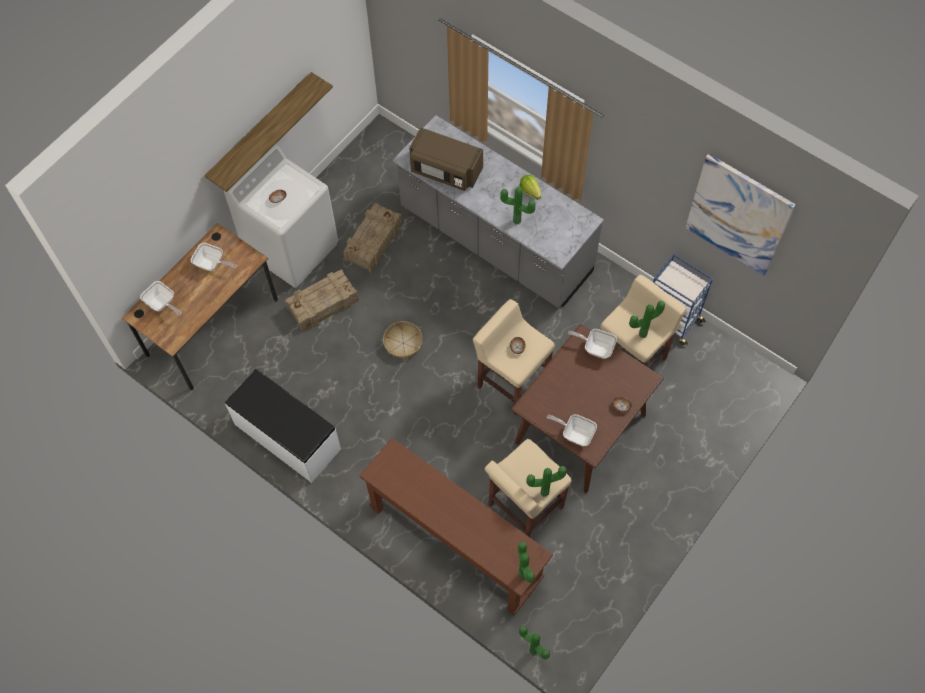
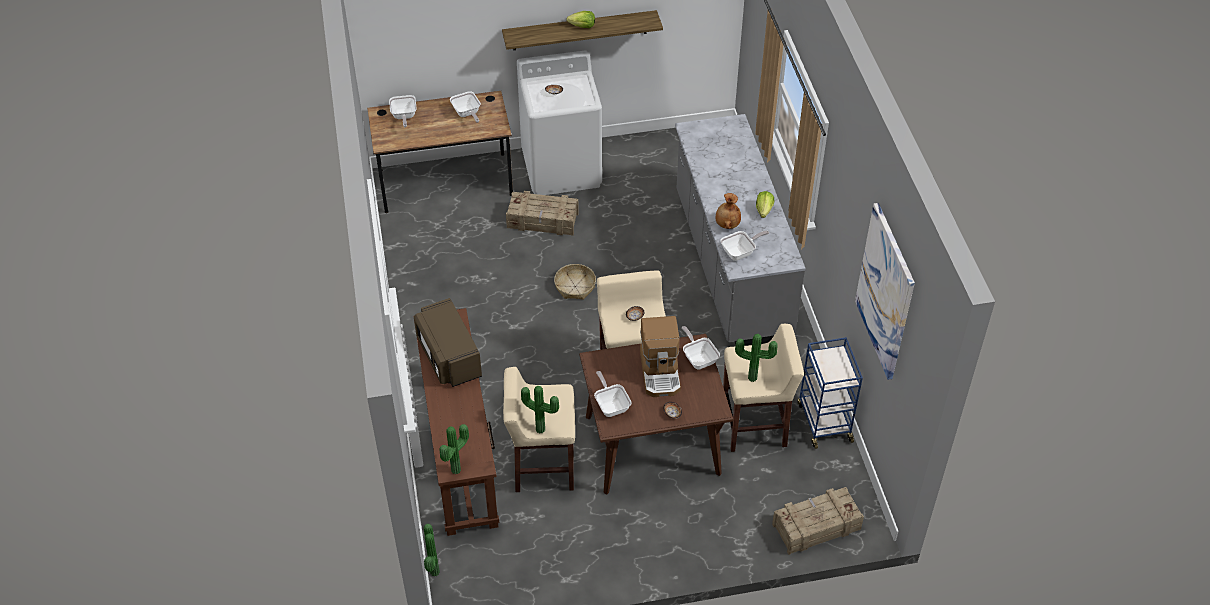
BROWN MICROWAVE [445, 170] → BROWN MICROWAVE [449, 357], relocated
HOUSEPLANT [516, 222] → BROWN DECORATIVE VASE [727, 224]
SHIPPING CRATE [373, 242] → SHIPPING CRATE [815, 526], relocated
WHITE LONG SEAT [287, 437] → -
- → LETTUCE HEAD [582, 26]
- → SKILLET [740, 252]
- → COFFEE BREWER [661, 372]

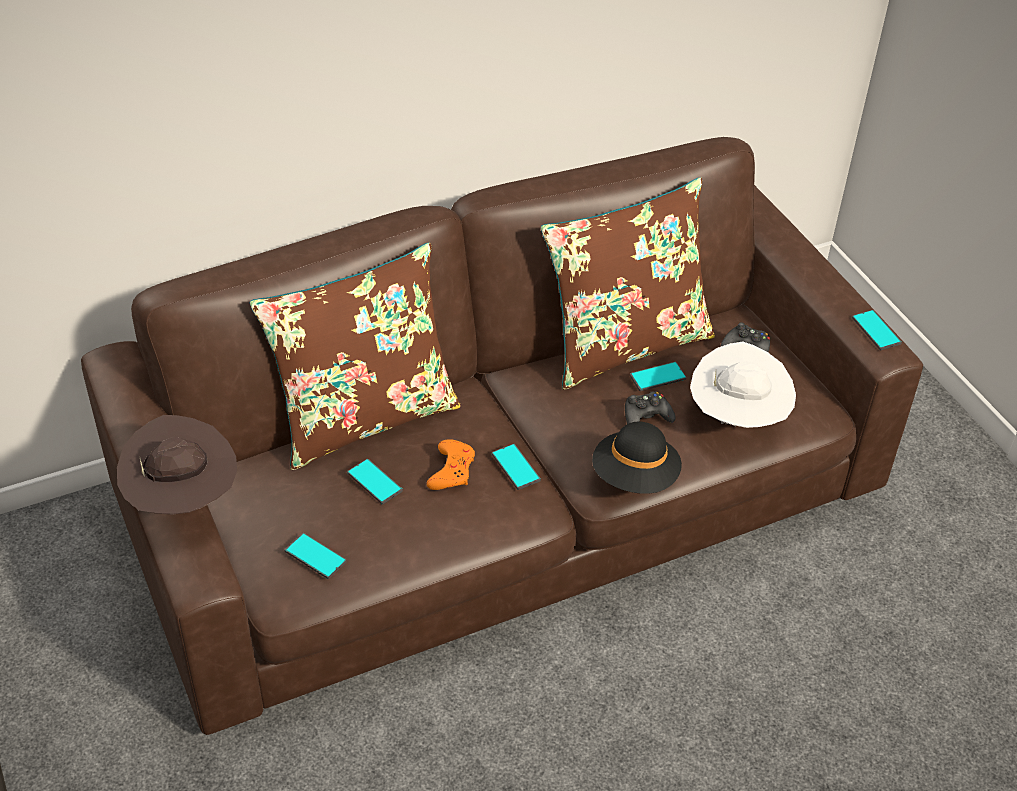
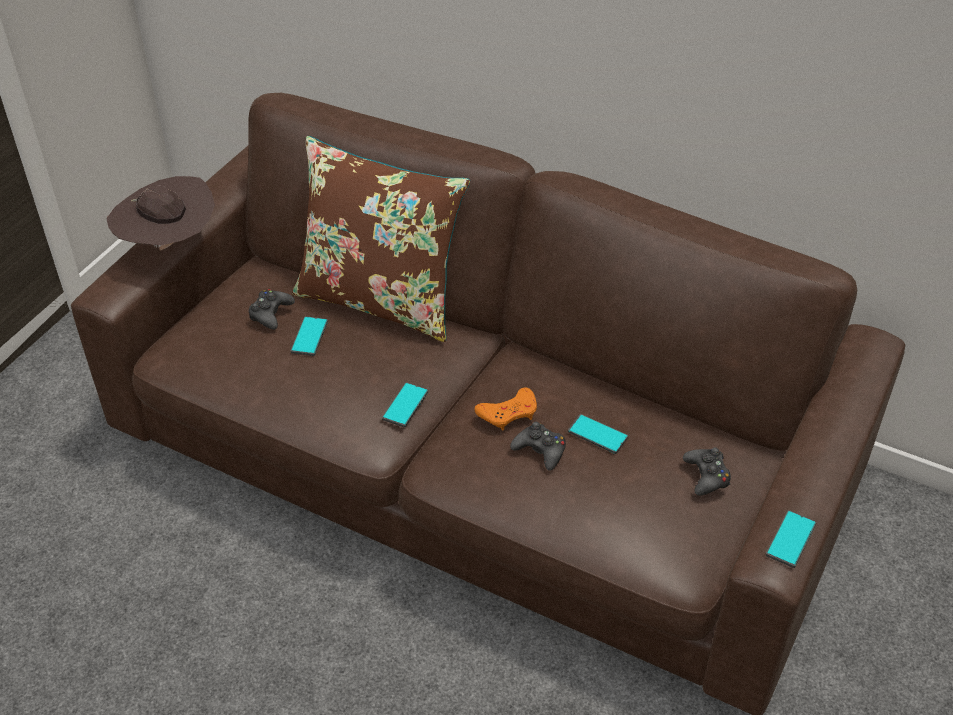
BROWN CUSHION [624, 344] → -
WHITE WEARABLE HAT [737, 419] → -
BLACK WEARABLE HAT [635, 477] → -
ORANGE-COLOURED GAME CONTROLLER [452, 470] → ORANGE-COLOURED GAME CONTROLLER [508, 413], relocated
TELEPHONE [315, 556] → -
- → BLACK GAME CONTROLLER [270, 313]

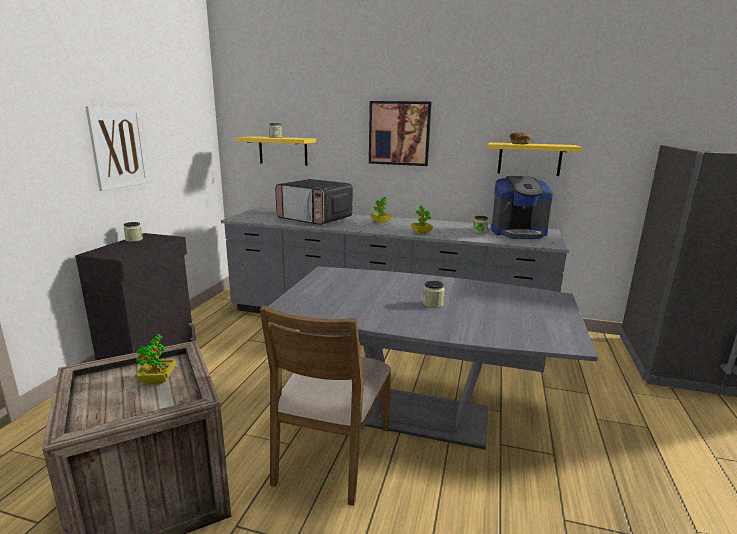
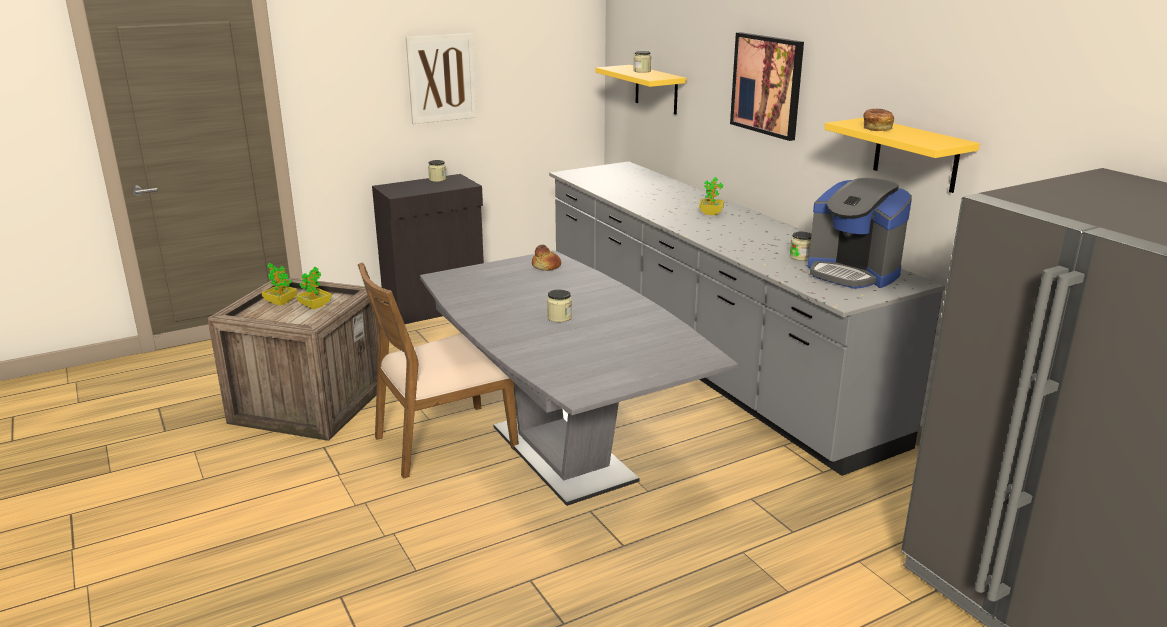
MICROWAVE [315, 219] → -
HOUSEPLANT [421, 233] → HOUSEPLANT [281, 302], relocated
- → BREAD [546, 266]

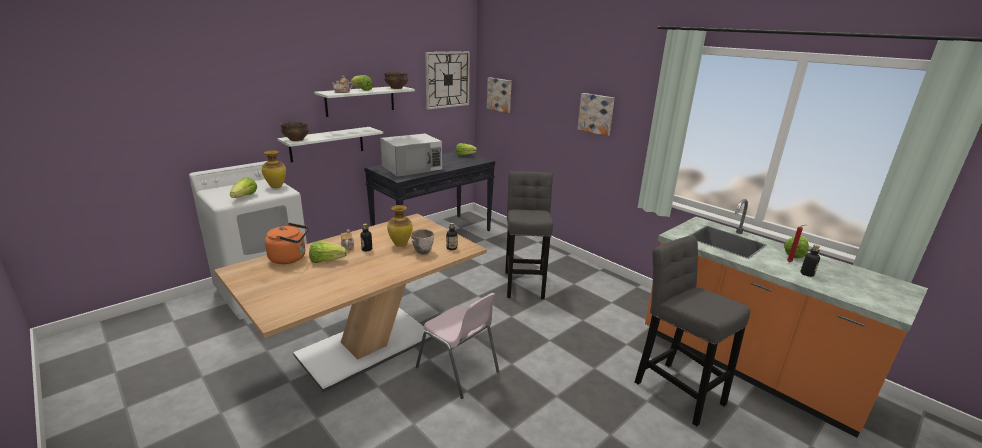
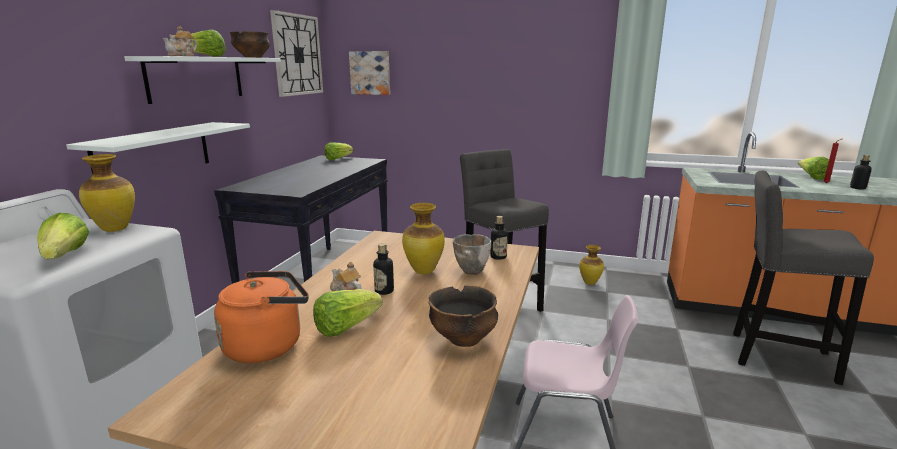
WALL ART [596, 113] → -
BOWL [296, 140] → BOWL [463, 338], relocated
WHITE MICROWAVE [412, 167] → -
- → DECORATIVE VASE [590, 283]

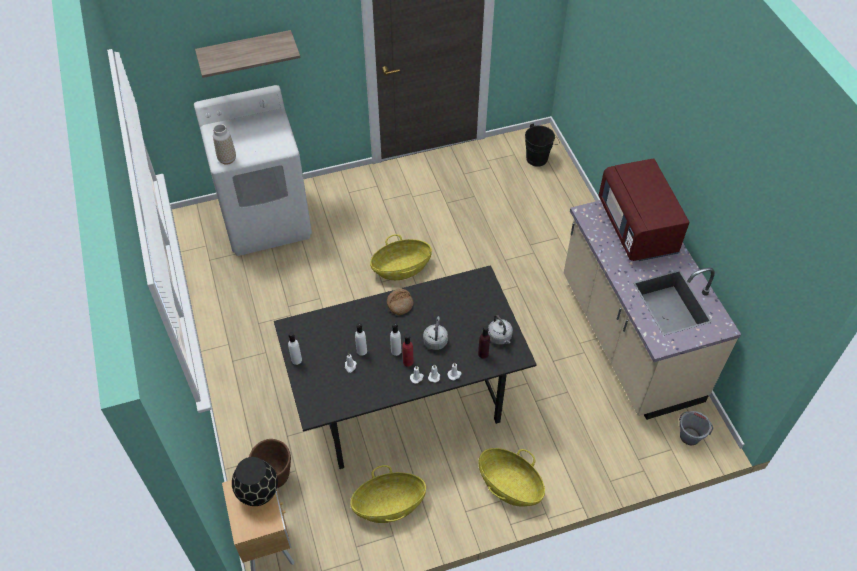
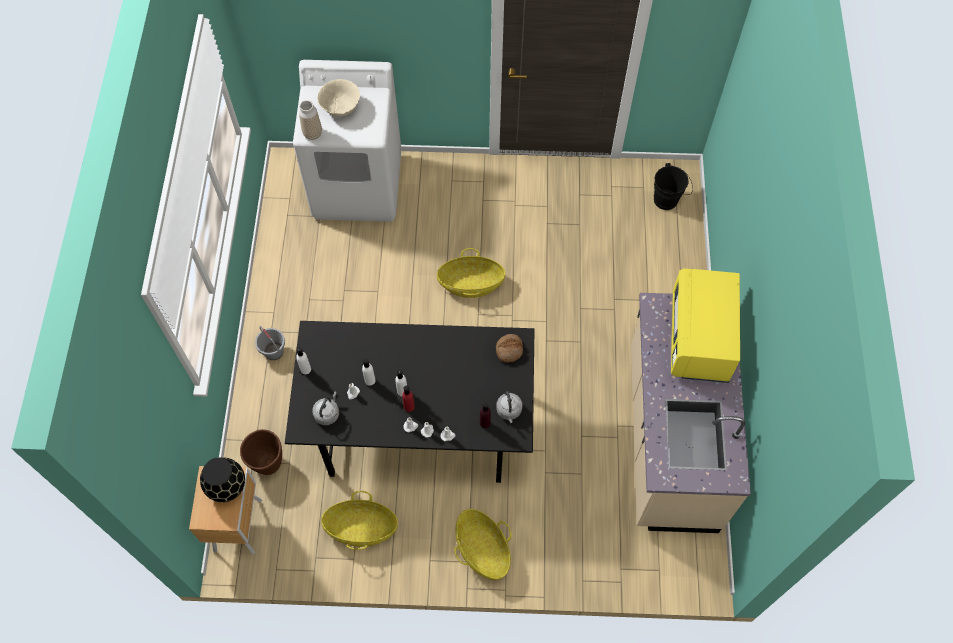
WALL SHELF [246, 52] → -
RED-COLOURED MICROWAVE [637, 227] → YELLOW-COLOURED MICROWAVE [700, 338]
BREAD [400, 304] → BREAD [509, 349], relocated
GREY WATER KETTLE [435, 340] → GREY WATER KETTLE [327, 413], relocated
GREY PAIL [689, 436] → GREY PAIL [273, 351], relocated
- → SAND-COLOURED BOWL [341, 109]

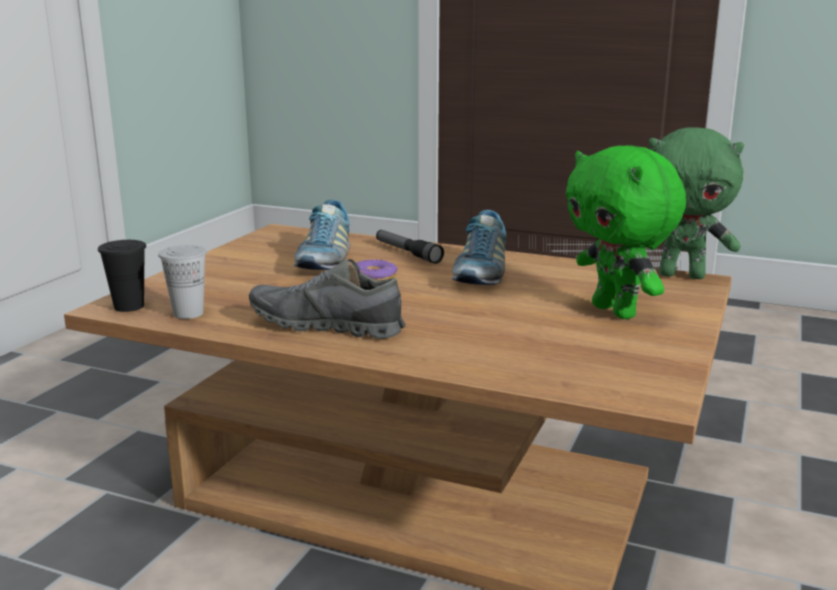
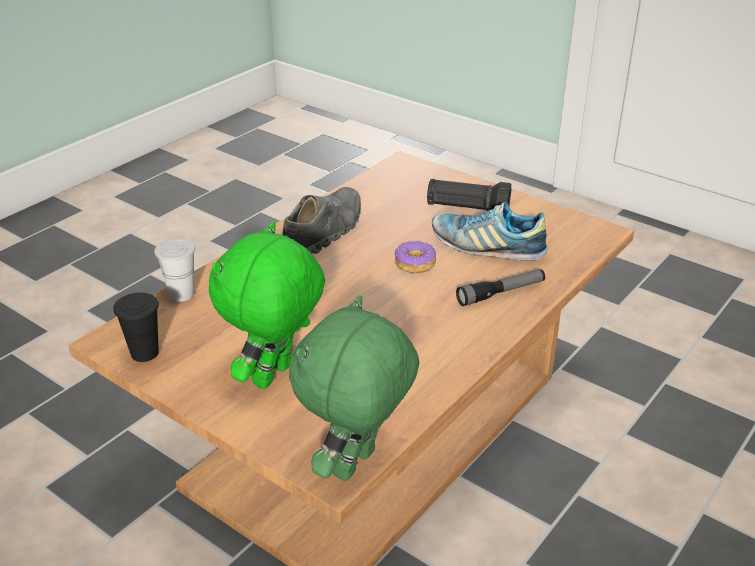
GREEN PLUSH TOY [616, 311] → GREEN PLUSH TOY [275, 377], 45 degrees counterclockwise
ITEM OF FOOTWEAR [480, 274] → -
BLACK CUP [129, 306] → BLACK CUP [144, 353], relocated
WHITE CUP [188, 313] → WHITE CUP [181, 294], relocated
- → BLACK HAND TORCH [467, 210]

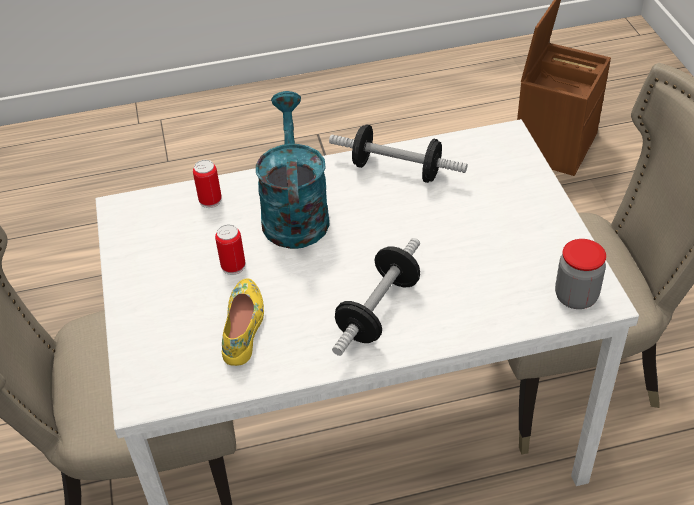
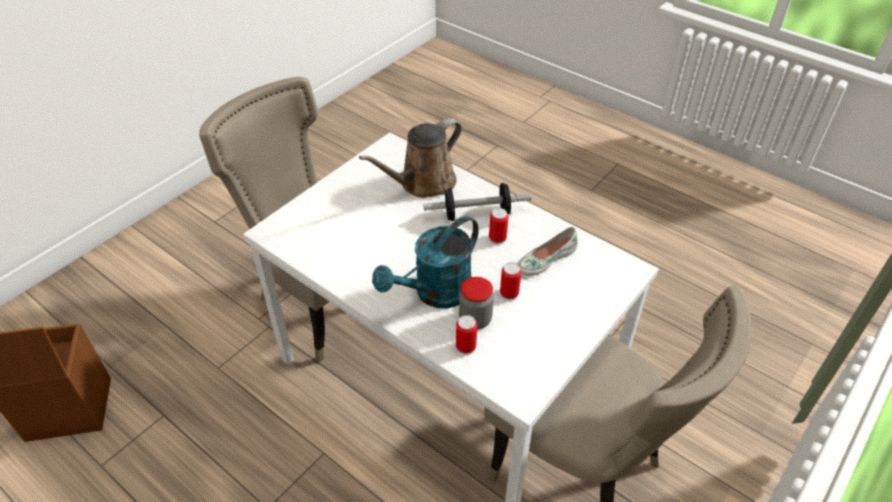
FREE WEIGHT [397, 170] → -
STORAGE JAR [576, 297] → STORAGE JAR [475, 319], relocated
YELLOW-COLOURED ITEM OF FOOTWEAR [244, 327] → WHITE ITEM OF FOOTWEAR [545, 259]
- → BROWN WATERING POT [423, 183]
- → SEALED CAN [497, 238]

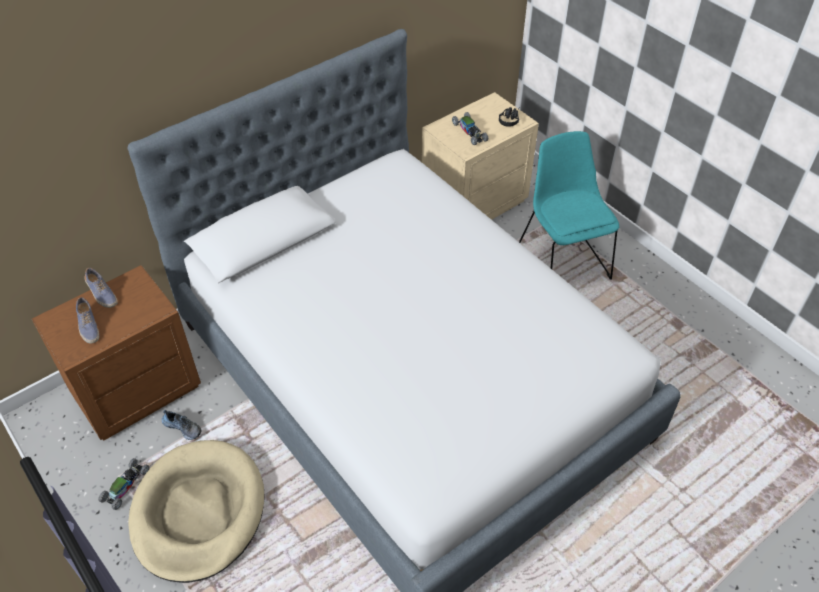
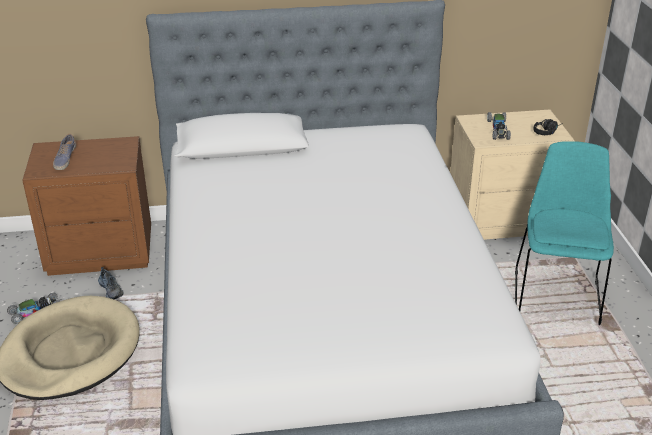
ITEM OF FOOTWEAR [101, 294] → -

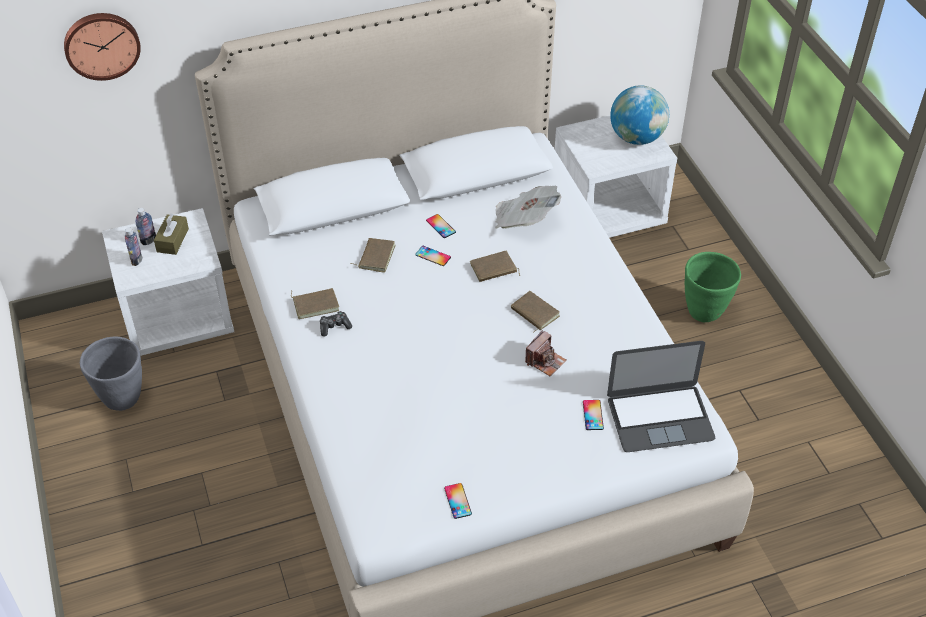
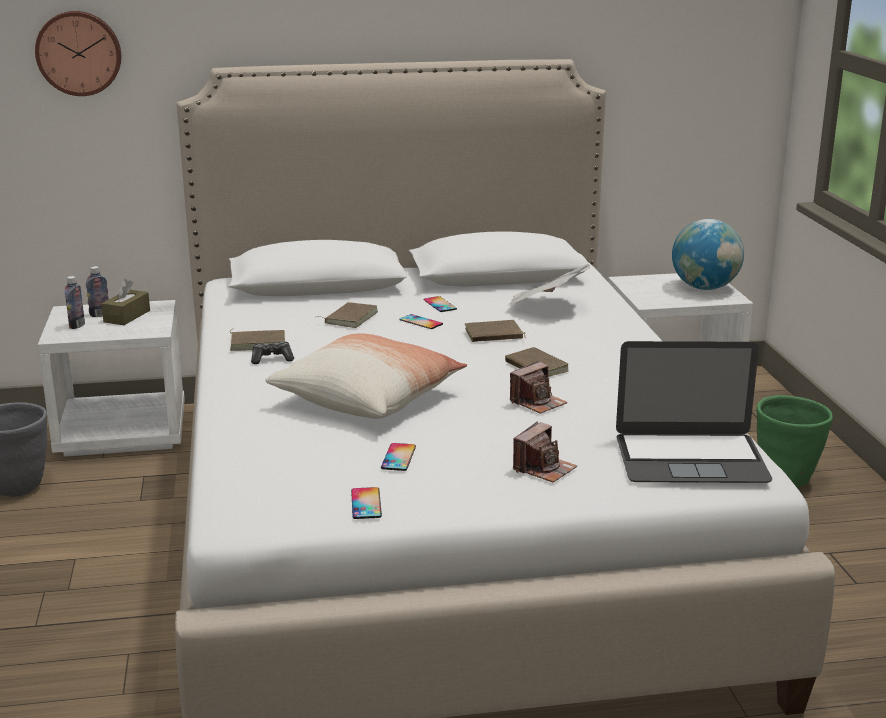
TELEPHONE [593, 415] → TELEPHONE [398, 457], relocated
- → CUSHION [368, 398]
- → PHOTO CAMERA [544, 469]

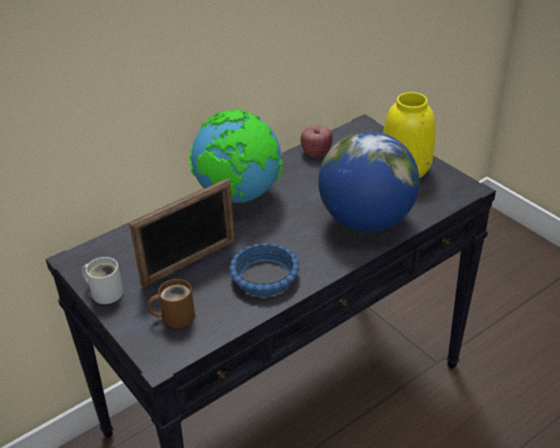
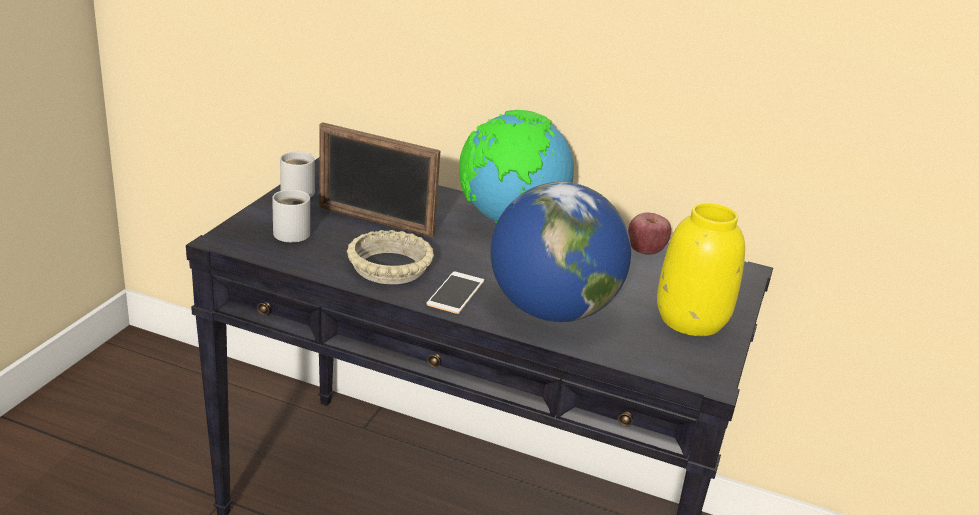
BLUE-COLOURED BOWL [264, 277] → SAND-COLOURED BOWL [389, 266]
BROWN TEA MUG [175, 316] → WHITE TEA MUG [290, 232]
- → TELEPHONE [455, 293]

